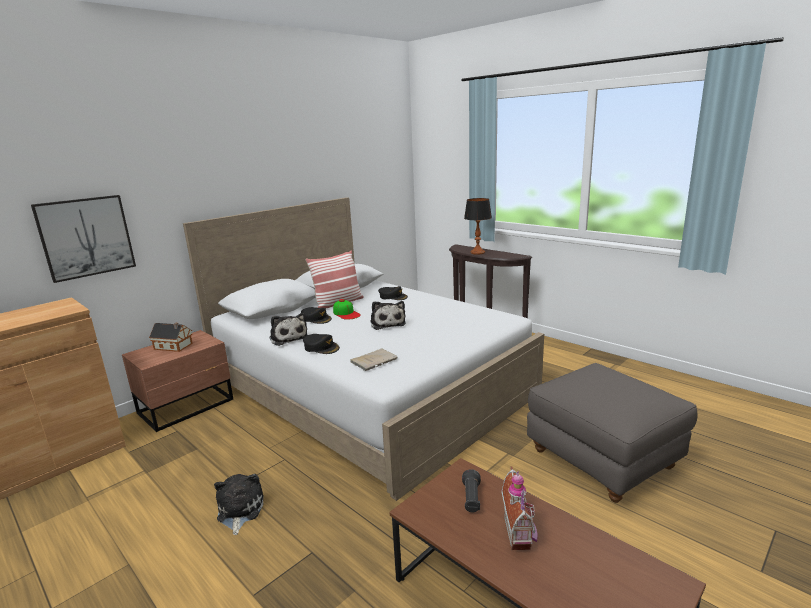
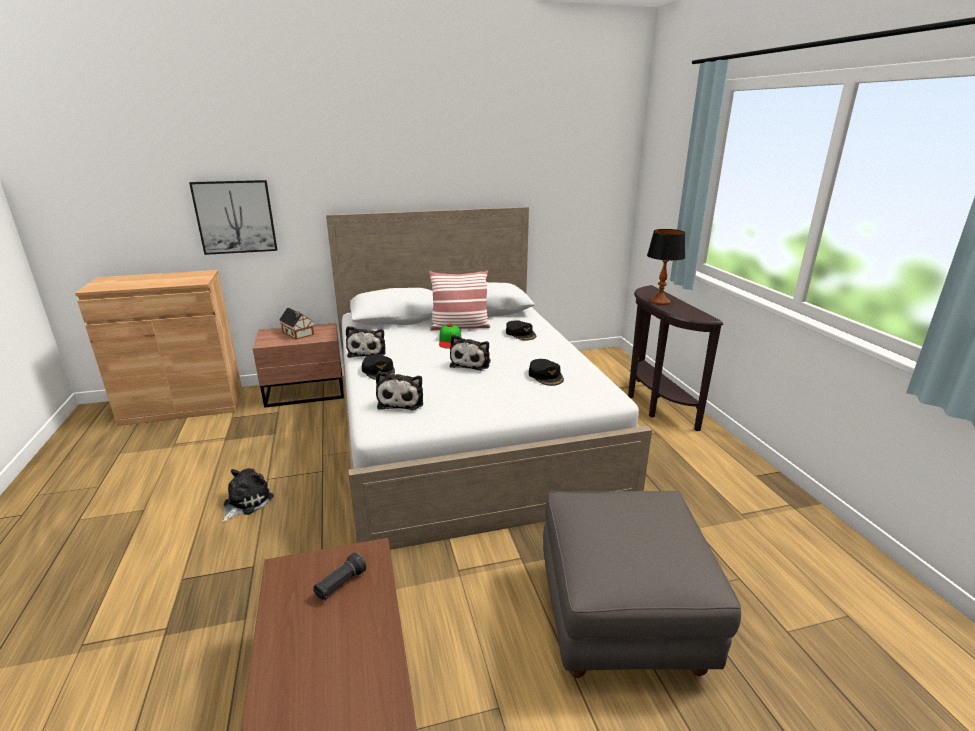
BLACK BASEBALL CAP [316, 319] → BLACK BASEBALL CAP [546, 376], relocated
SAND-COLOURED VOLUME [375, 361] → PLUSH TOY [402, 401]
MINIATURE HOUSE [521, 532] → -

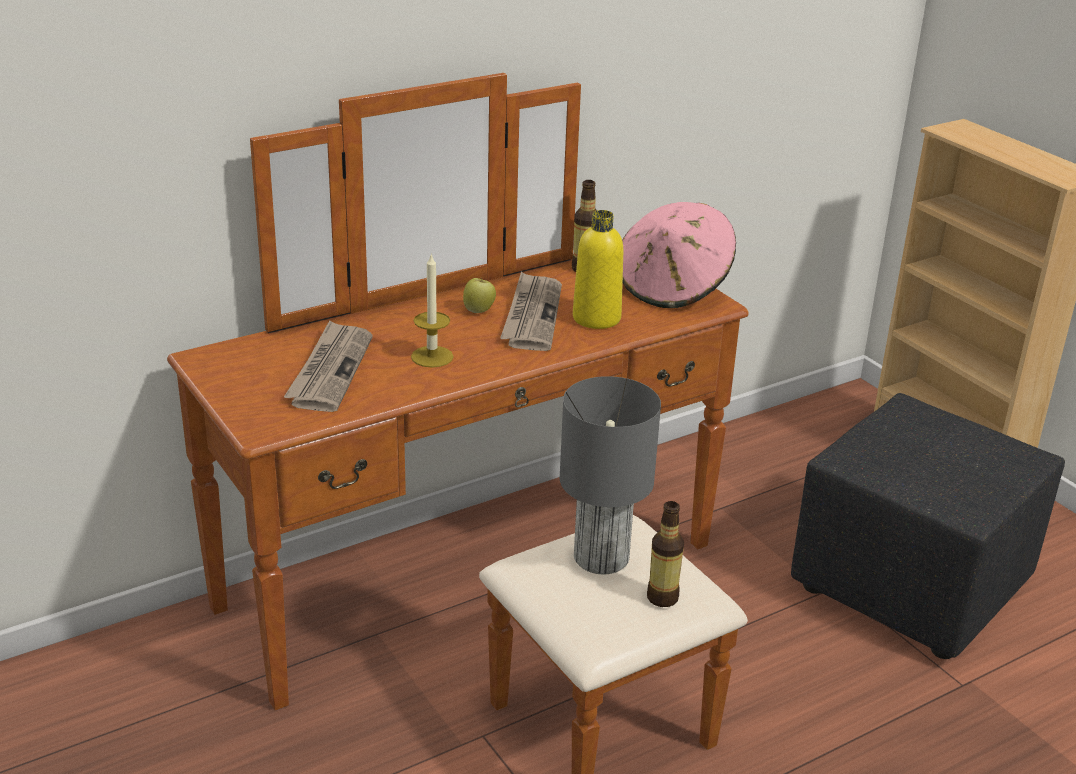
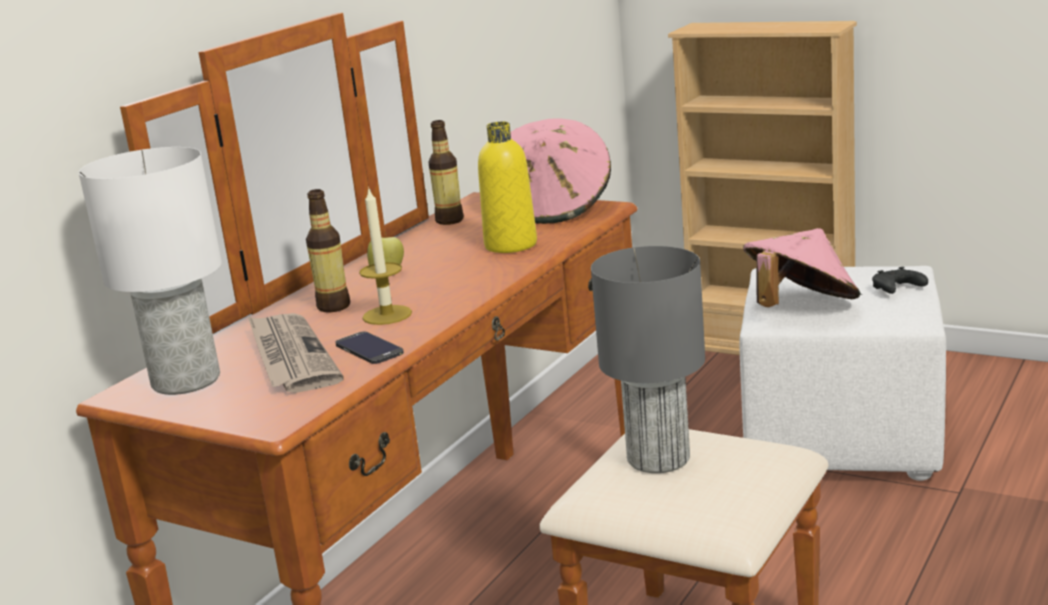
NEWSPAPER [532, 315] → -
BLACK OTTOMAN [907, 587] → WHITE OTTOMAN [840, 442]
BOTTLE [662, 598] → BOTTLE [333, 306], relocated
- → WHITE TABLE LAMP [184, 380]
- → PINK WEARABLE HAT [800, 308]
- → BLACK GAME CONTROLLER [896, 290]
- → TELEPHONE [369, 349]

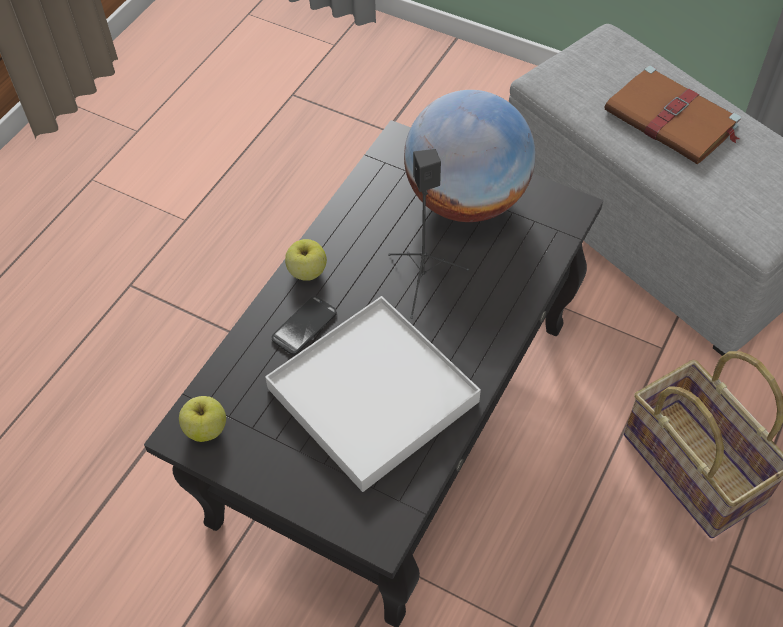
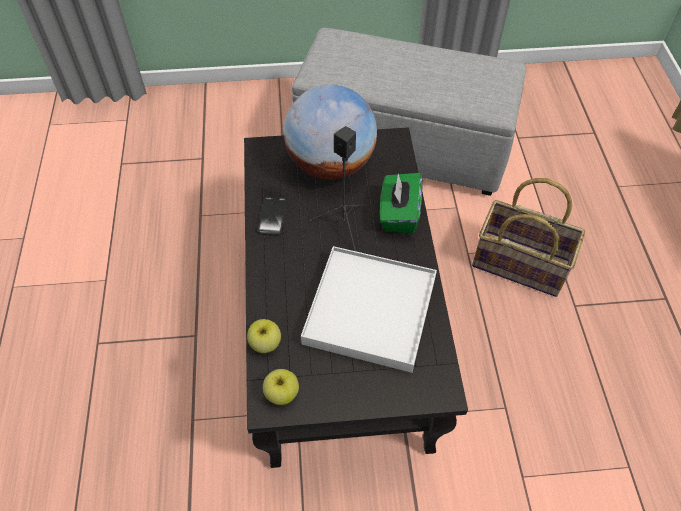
BROWN VOLUME [672, 120] → -
APPLE [307, 272] → APPLE [265, 343], relocated
TELEPHONE [304, 326] → TELEPHONE [272, 217], relocated
- → GREEN BOX OF TISSUES [399, 214]

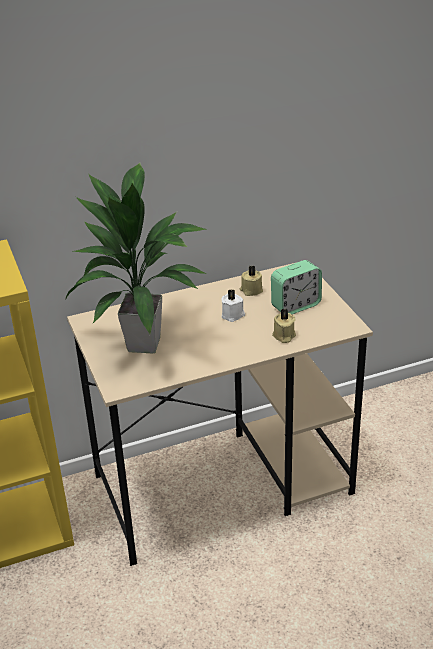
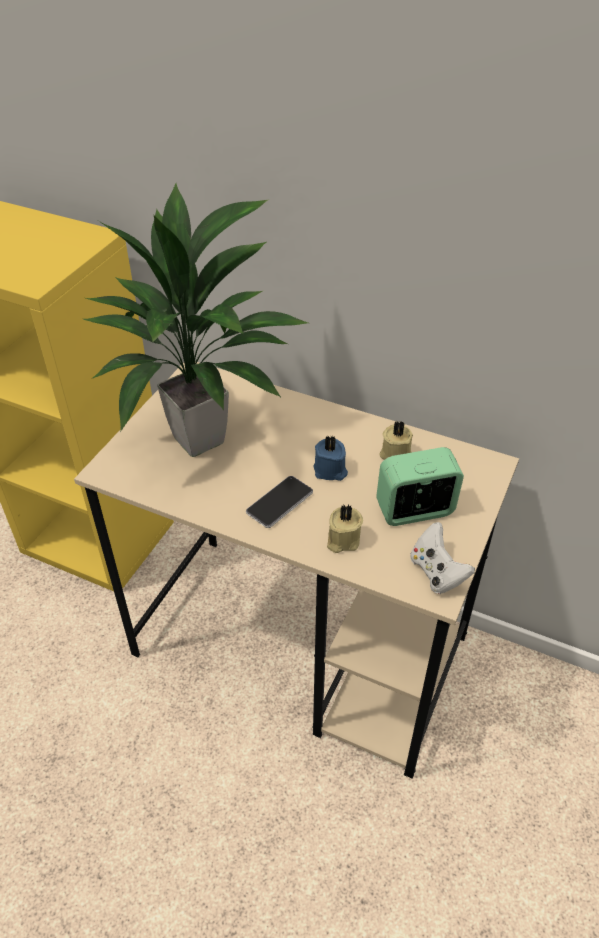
ALARM CLOCK [295, 305] → ALARM CLOCK [415, 510], 150 degrees clockwise
WHITE WAX CANDLE [233, 315] → BLUE-COLOURED WAX CANDLE [330, 471]
- → TELEPHONE [279, 502]
- → WHITE GAME CONTROLLER [437, 572]

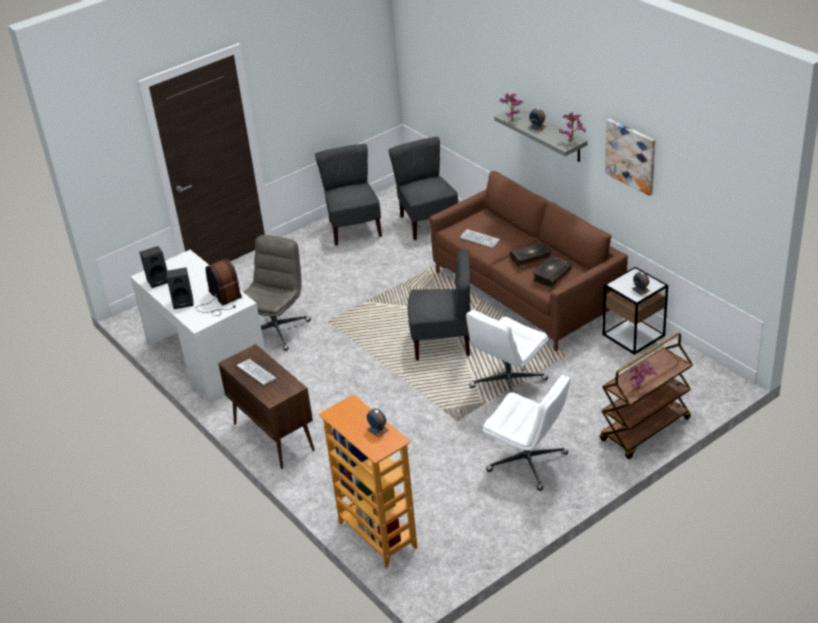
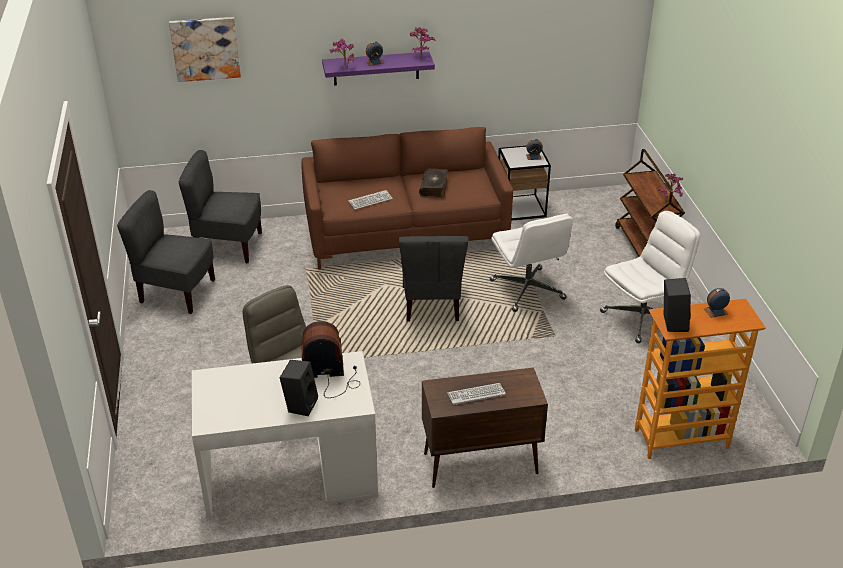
GREY WALL SHELF [551, 135] → PURPLE WALL SHELF [376, 68]
WALL ART [631, 156] → WALL ART [205, 48], relocated
BLACK LOUDSPEAKER [158, 280] → BLACK LOUDSPEAKER [672, 323], relocated
GREY PLAIN CHAIR [443, 342] → GREY PLAIN CHAIR [432, 304], 150 degrees clockwise
VOLUME [551, 276] → -

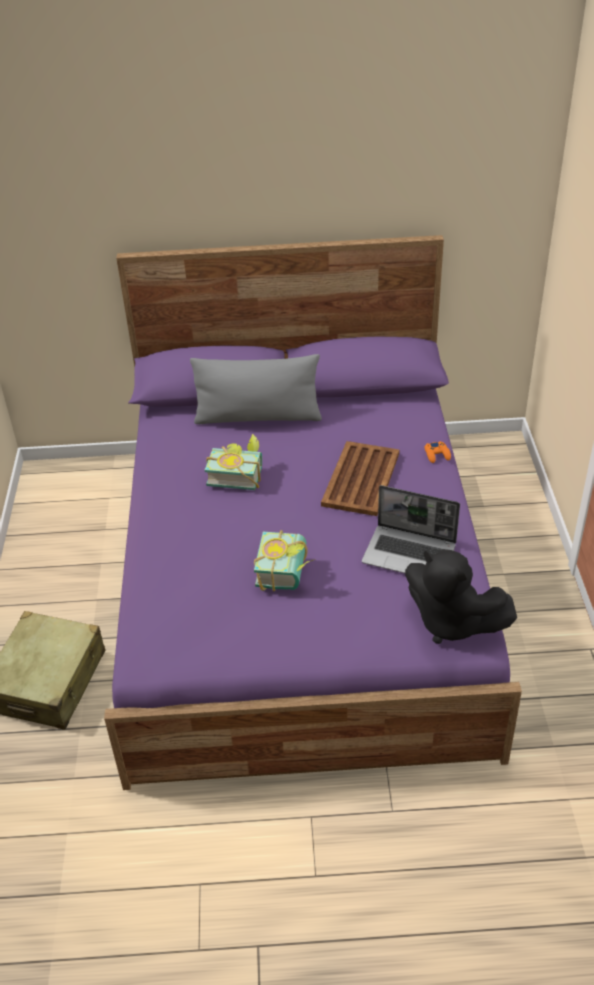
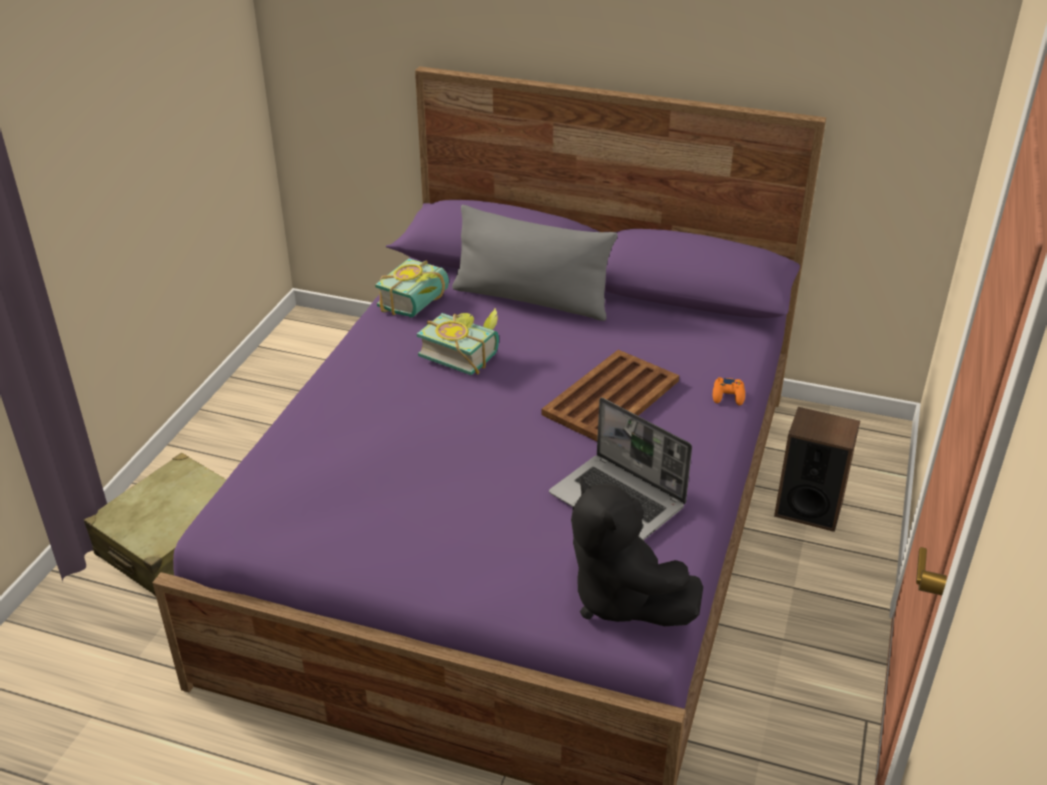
VOLUME [288, 572] → VOLUME [419, 304], relocated
- → LOUDSPEAKER [808, 509]

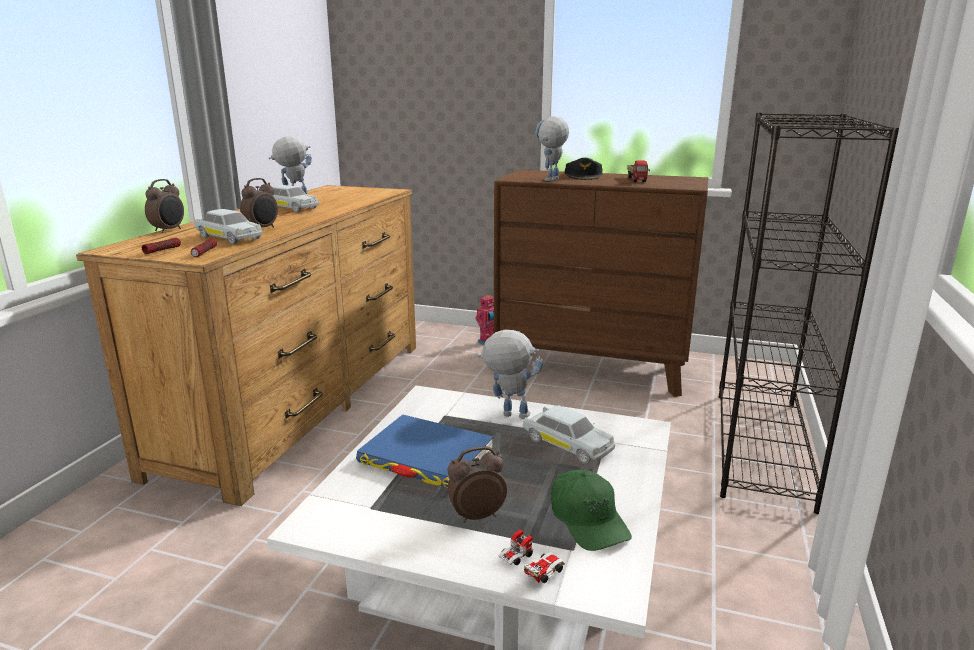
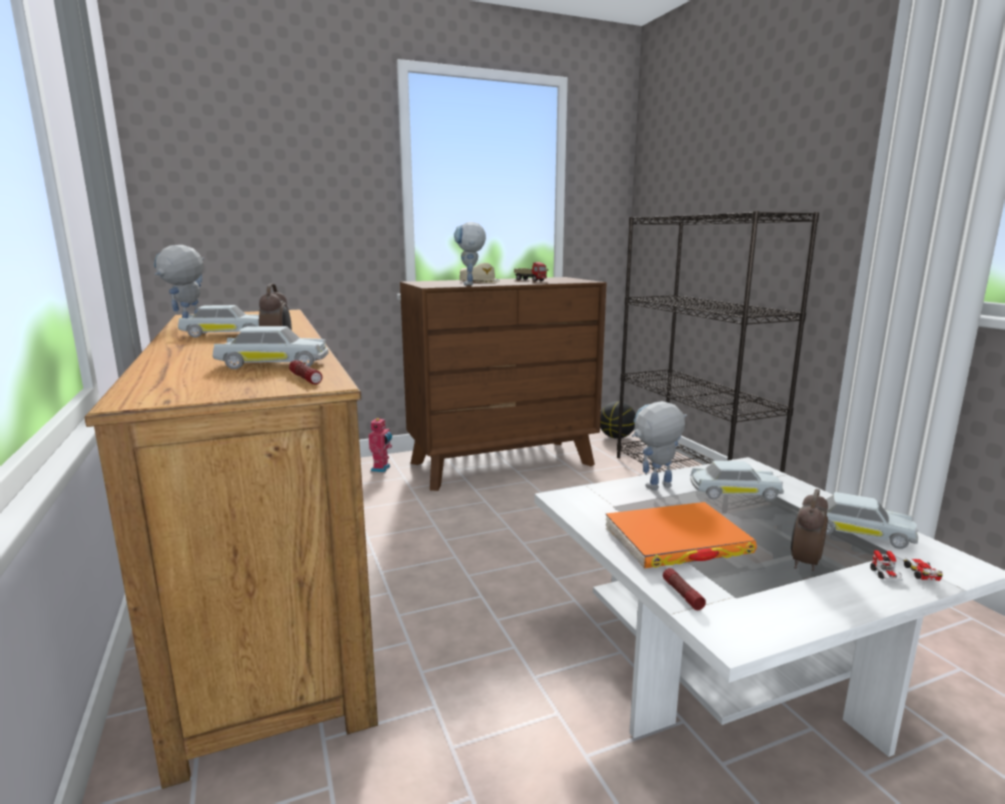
BLACK BASEBALL CAP [583, 176] → SAND-COLOURED BASEBALL CAP [479, 281]
ALARM CLOCK [169, 230] → -
HAND TORCH [162, 250] → HAND TORCH [682, 594], relocated
BLUE-COLOURED VOLUME [426, 456] → ORANGE-COLOURED VOLUME [676, 541]
GREEN BASEBALL CAP [588, 520] → WHITE TOY CAR [856, 532]
- → BASKETBALL BALL [616, 437]

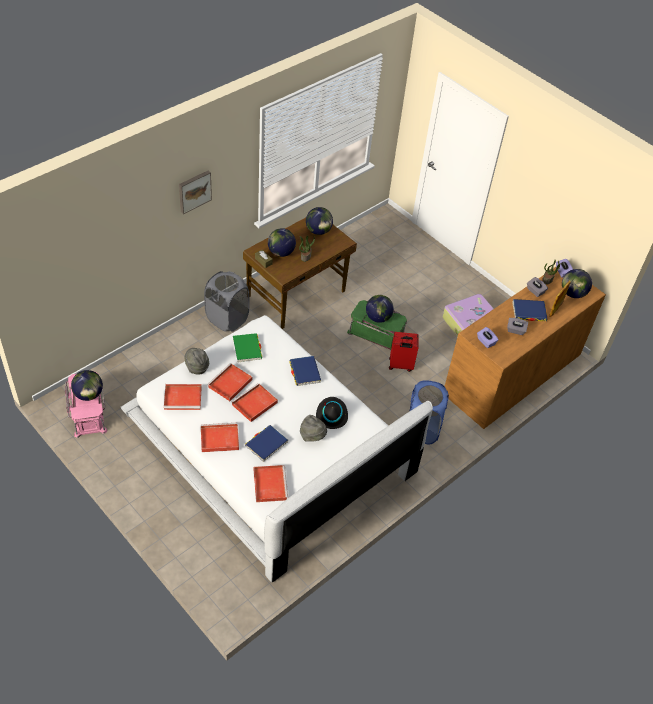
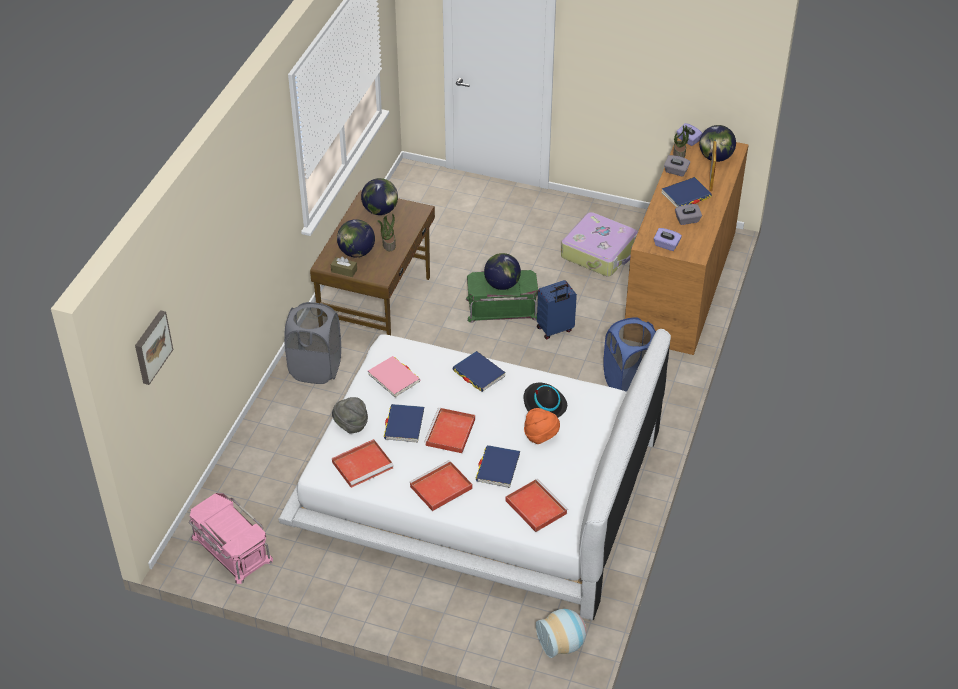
WALL ART [194, 191] → WALL ART [151, 346], relocated
RED-COLOURED SUITCASE [400, 365] → BLUE-COLOURED SUITCASE [555, 330]
GREEN VOLUME [247, 349] → PINK VOLUME [394, 378]
RED-COLOURED SERVING TRAY [229, 384] → BLUE-COLOURED VOLUME [404, 425]
DESK GLOBE [88, 394] → -
GREY WEARABLE HAT [312, 436] → ORANGE-COLOURED WEARABLE HAT [541, 436]
- → DECORATIVE VASE [562, 644]

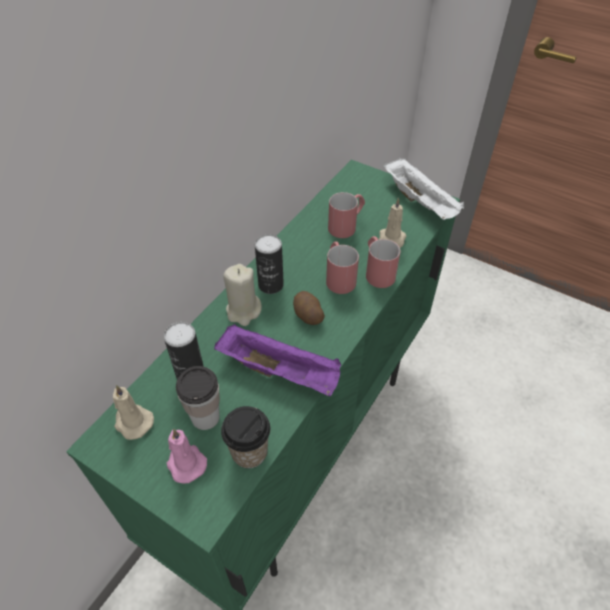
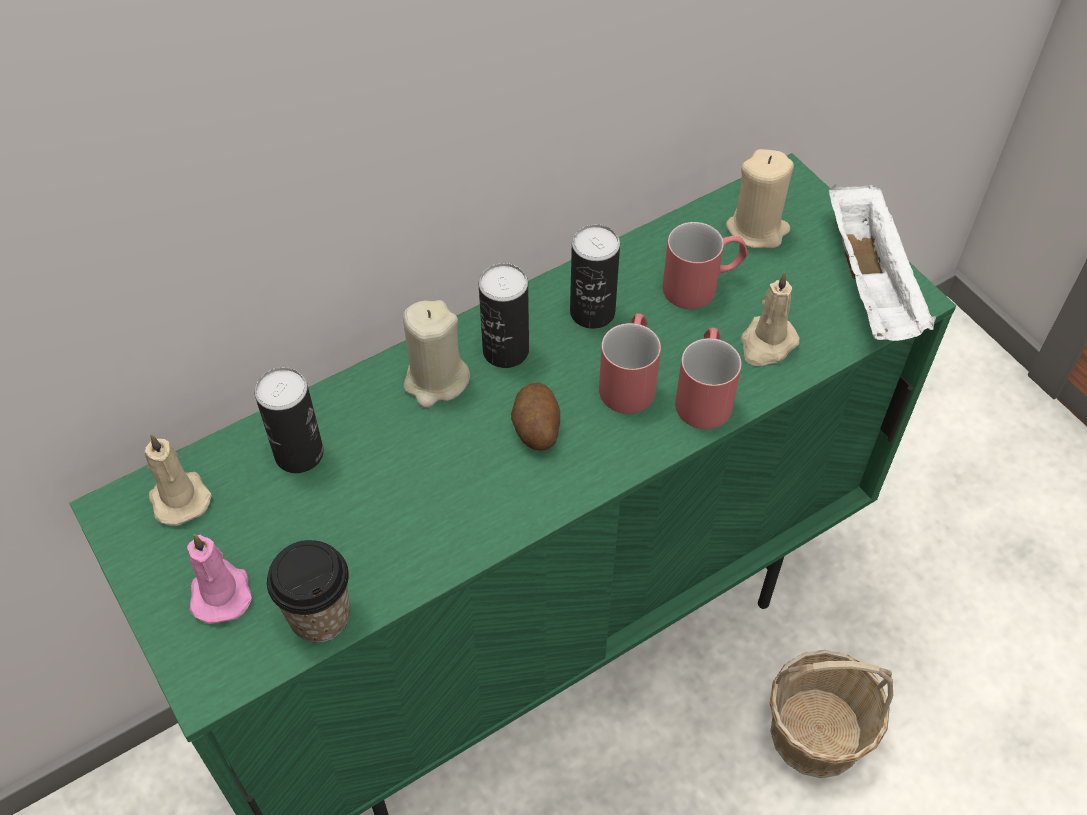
PURPLE SERVING TRAY [281, 371] → -
CUP [205, 417] → -
- → SAND-COLOURED WAX CANDLE [757, 229]
- → SEALED CAN [592, 312]
- → STORAGE BASKET [817, 733]

